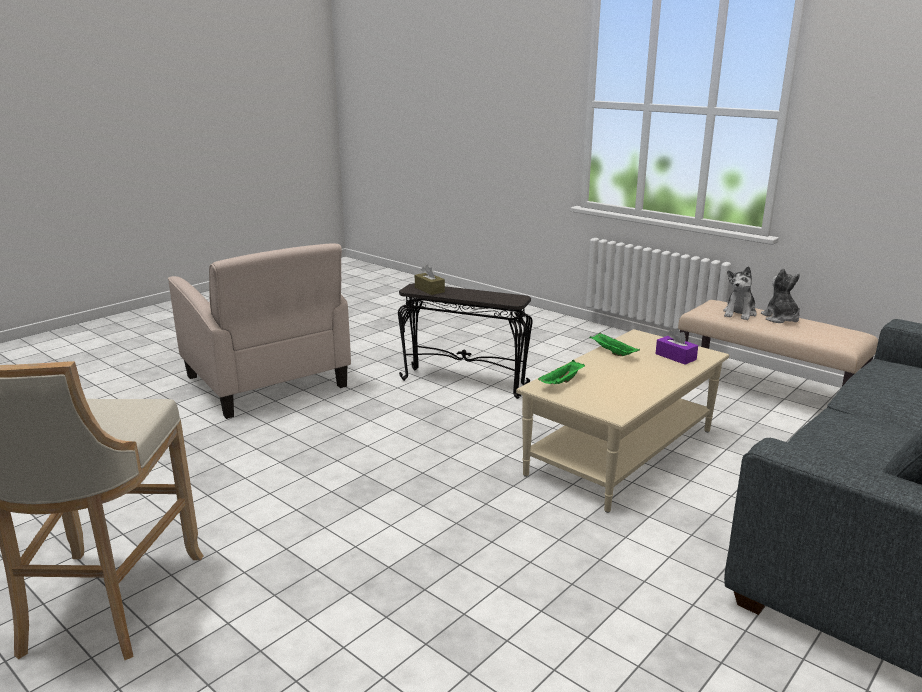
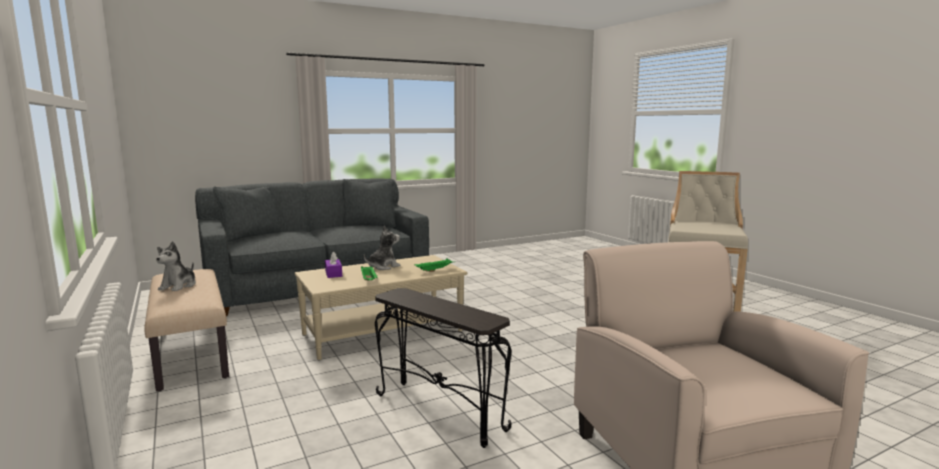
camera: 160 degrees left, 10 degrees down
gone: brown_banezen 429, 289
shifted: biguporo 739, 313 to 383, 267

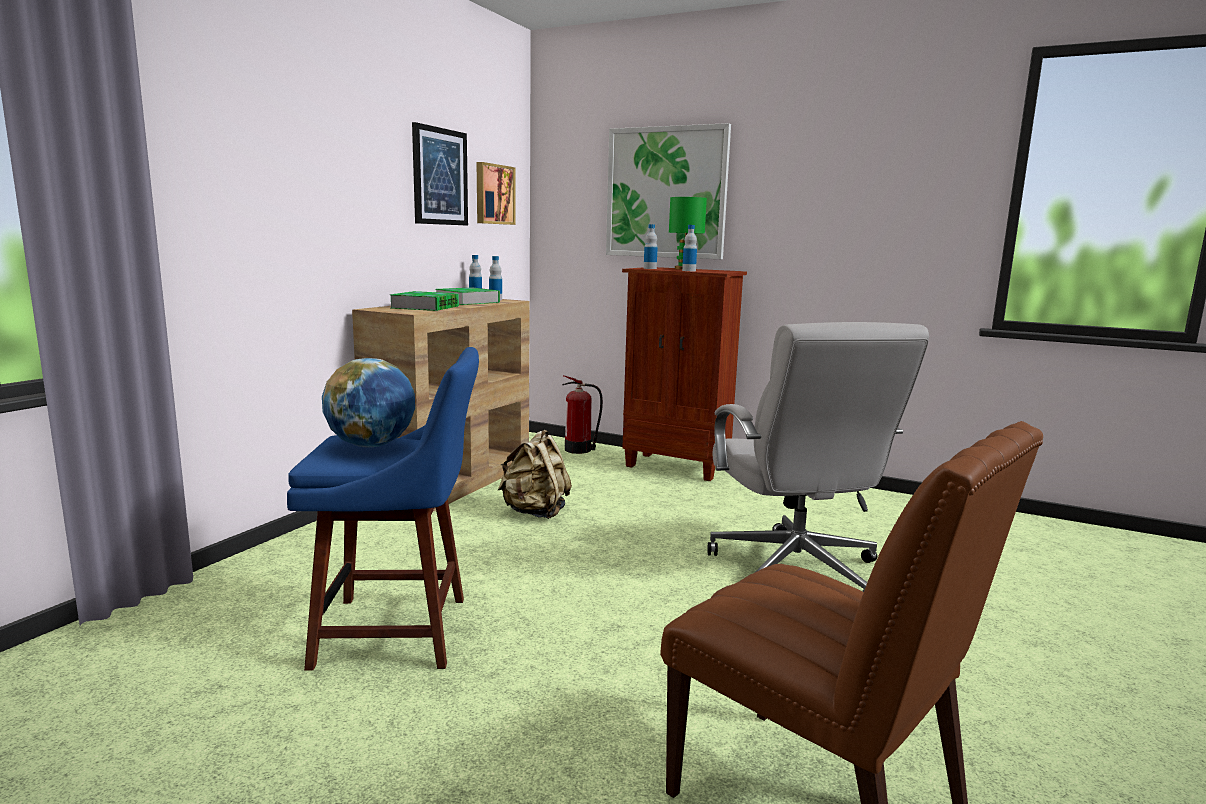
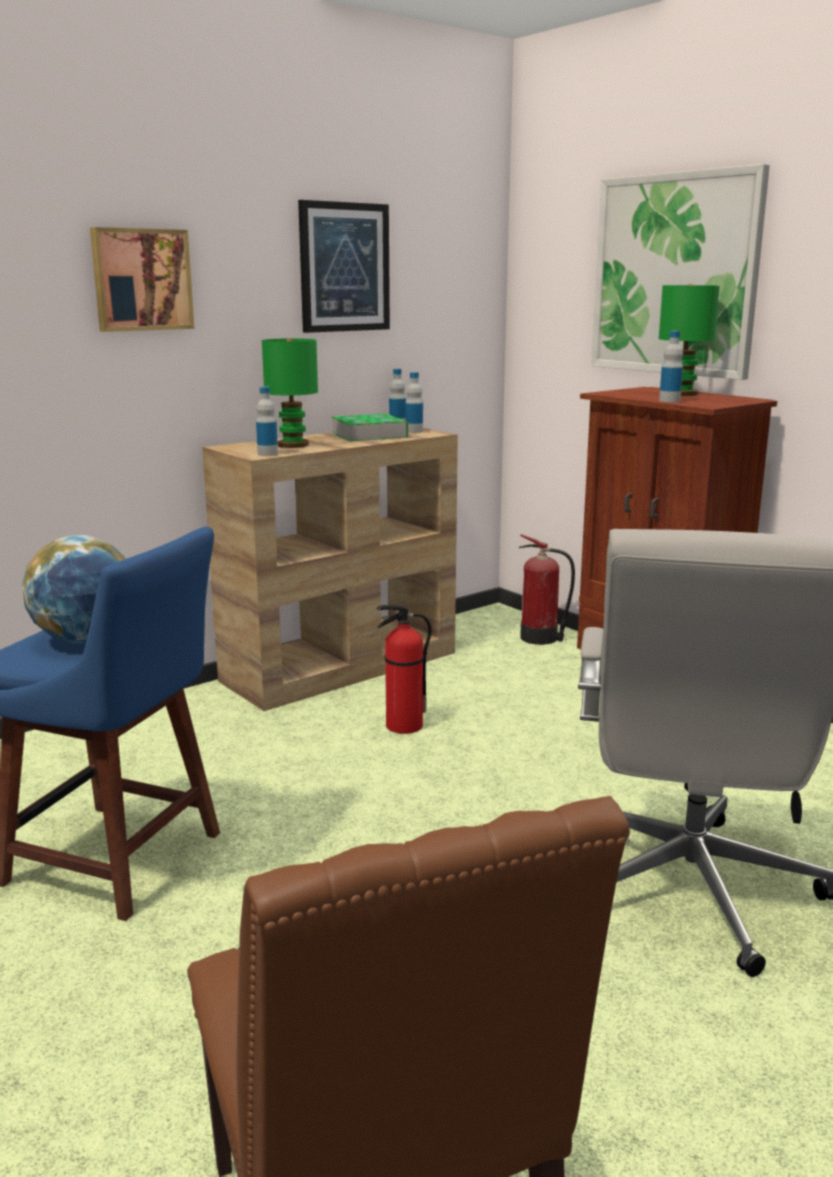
camera: 25 degrees right, 5 degrees up
shifted: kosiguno 493, 194 to 141, 280; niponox 650, 268 to 267, 454
swapped: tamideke 425, 307 to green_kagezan 294, 445; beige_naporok 535, 512 to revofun 403, 726

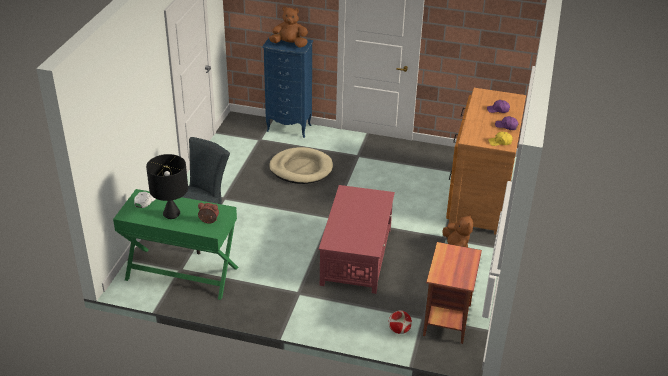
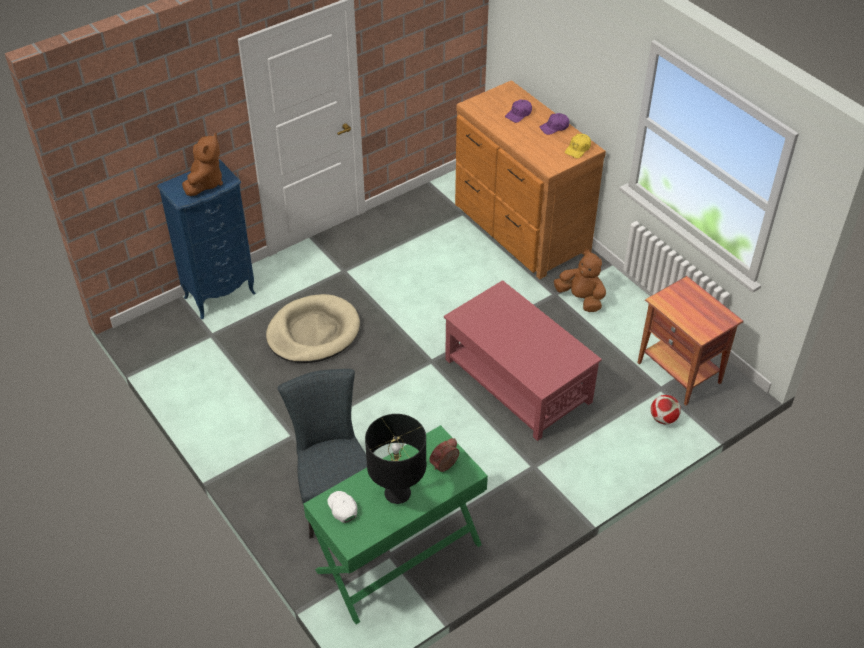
camera: 50 degrees left, 10 degrees up
rotated: brown_biguporo 289, 44 = 205, 183 150 degrees clockwise

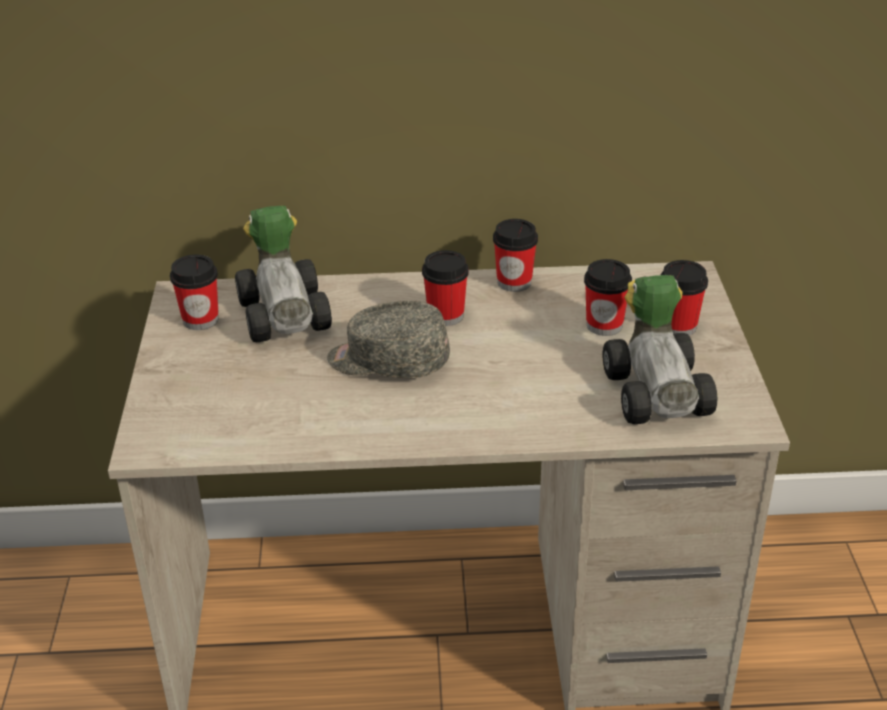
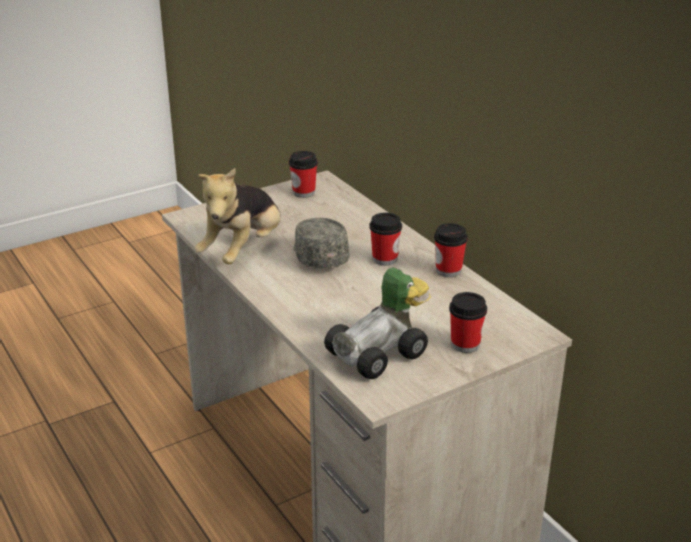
camera: 60 degrees right, 5 degrees down
gone: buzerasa 285, 311; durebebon 604, 325
new: biguporo 243, 250

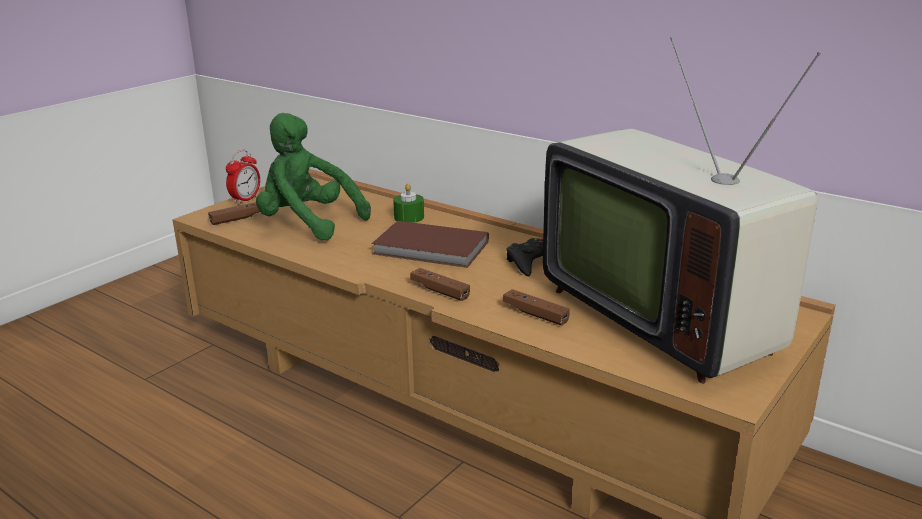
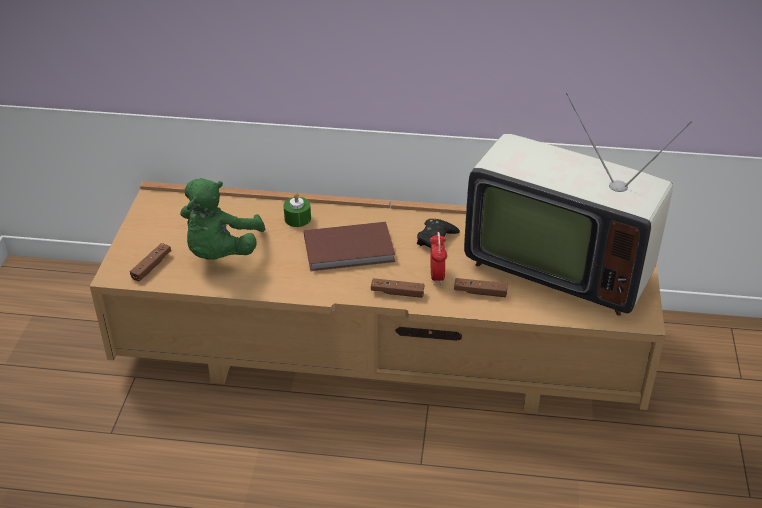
camera: 30 degrees left, 15 degrees up
shifted: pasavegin 245, 199 to 437, 276
rotated: green_biguporo 307, 223 = 220, 253 75 degrees counterclockwise

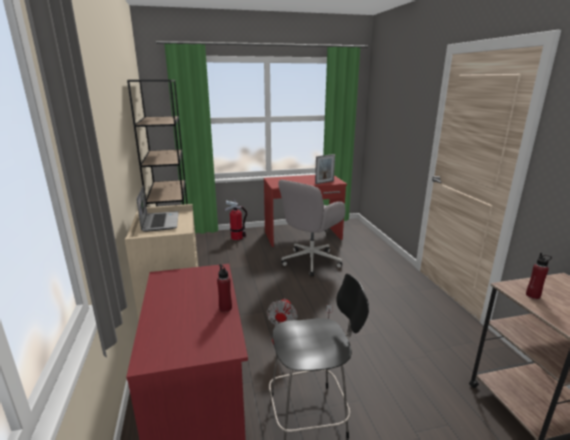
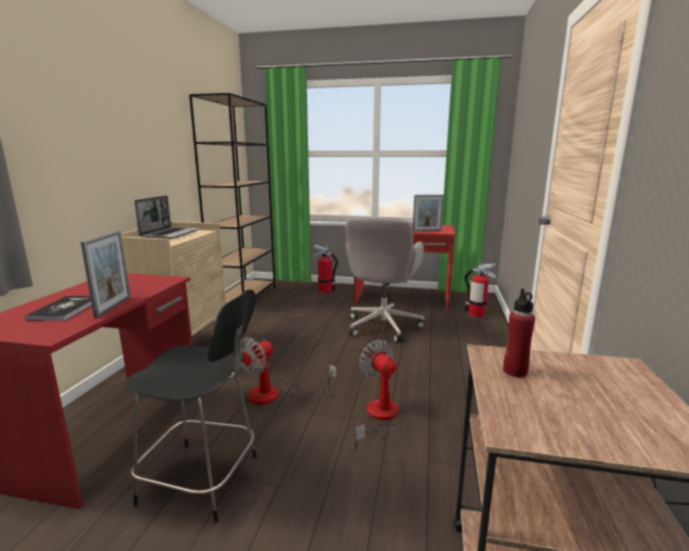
camera: 25 degrees right, 5 degrees down
new: tamideke 65, 309; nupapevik 378, 417; revofun 476, 314
swapped: red_niponox 225, 308 to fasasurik 113, 306
rotated: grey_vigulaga 311, 262 = 382, 326 45 degrees counterclockwise

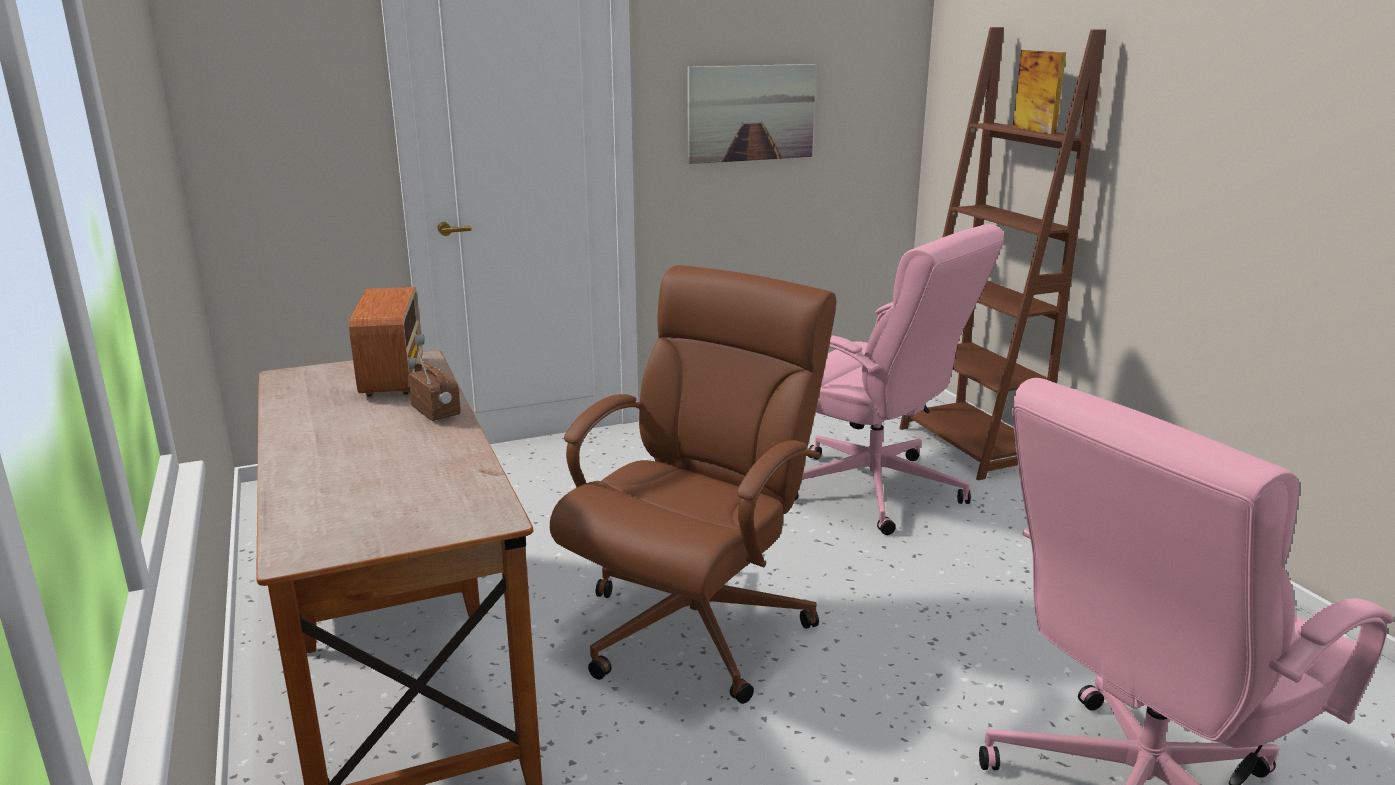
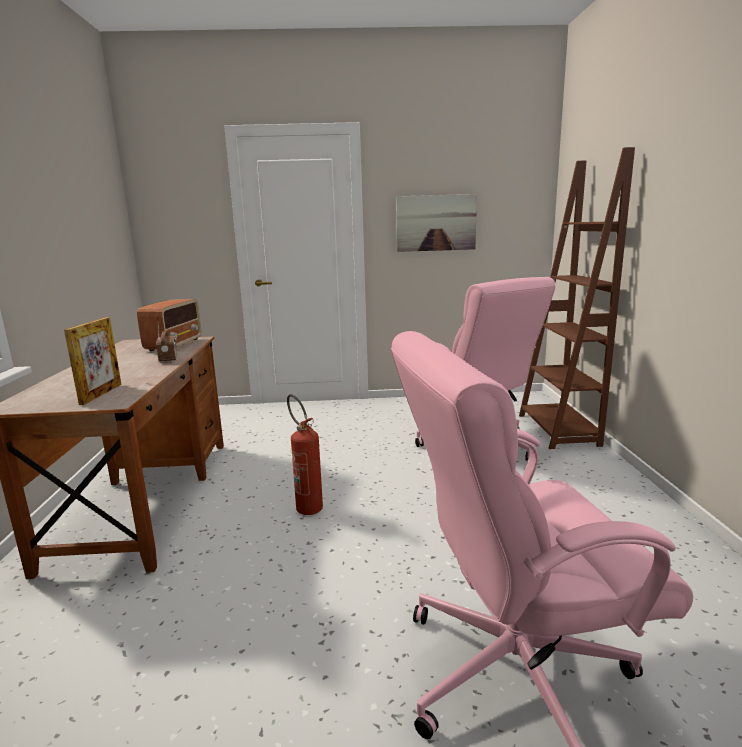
camera: 20 degrees right, 5 degrees down
shifted: fasasurik 1033, 130 to 101, 394
swapped: brown_vigulaga 693, 630 to revofun 306, 505

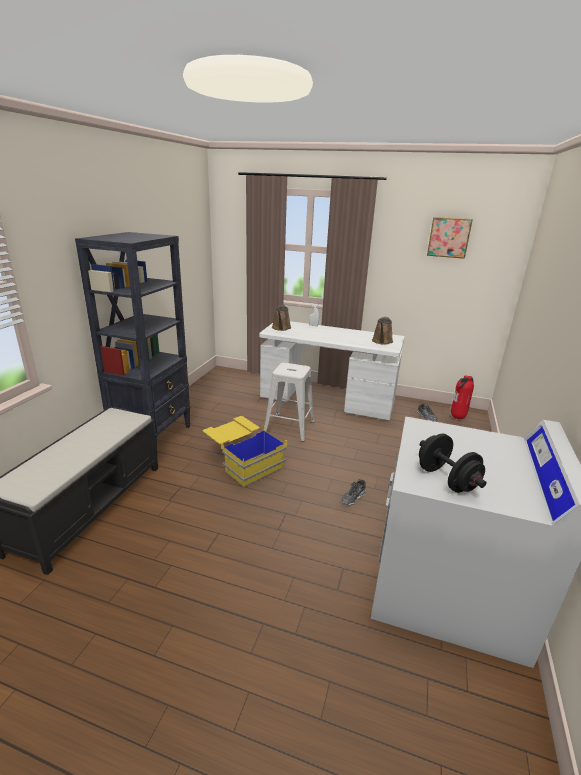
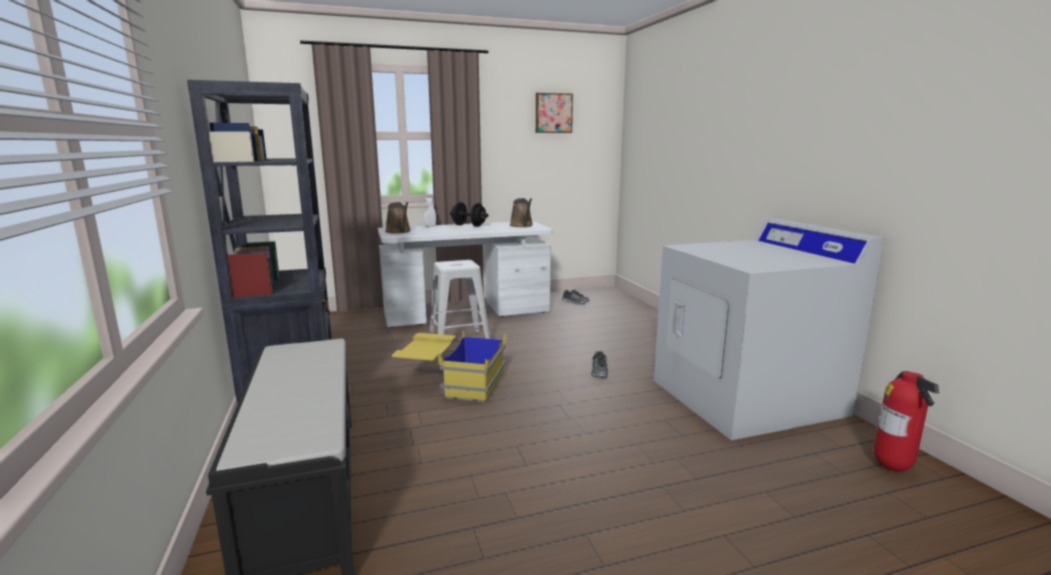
camera: 35 degrees left, 10 degrees down
shifted: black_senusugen 446, 479 to 469, 225; revofun 458, 418 to 893, 468

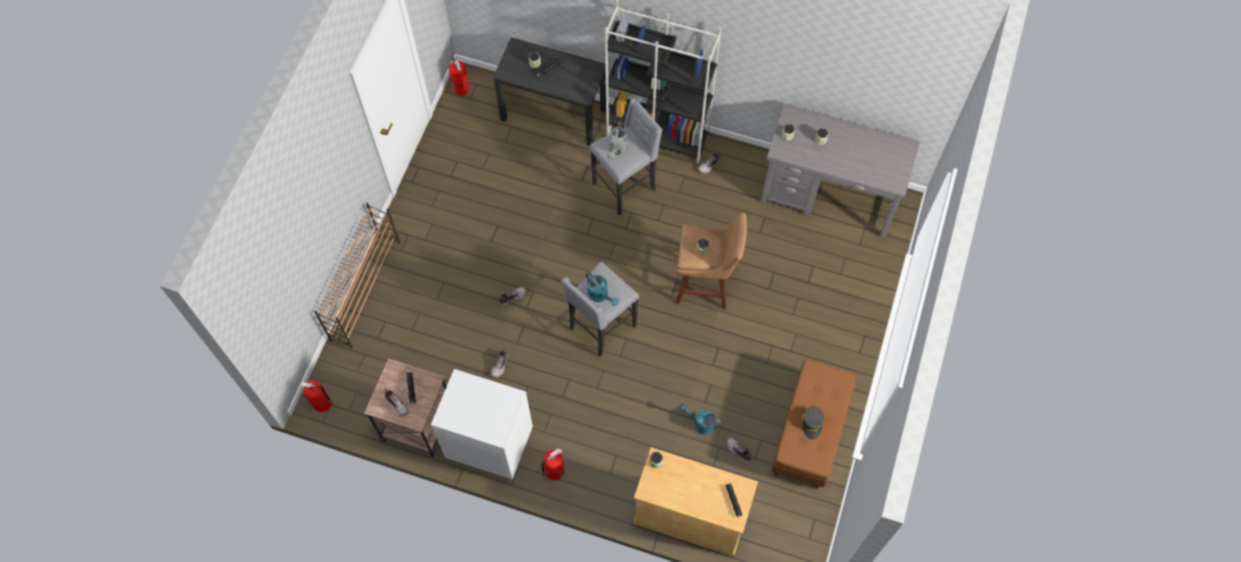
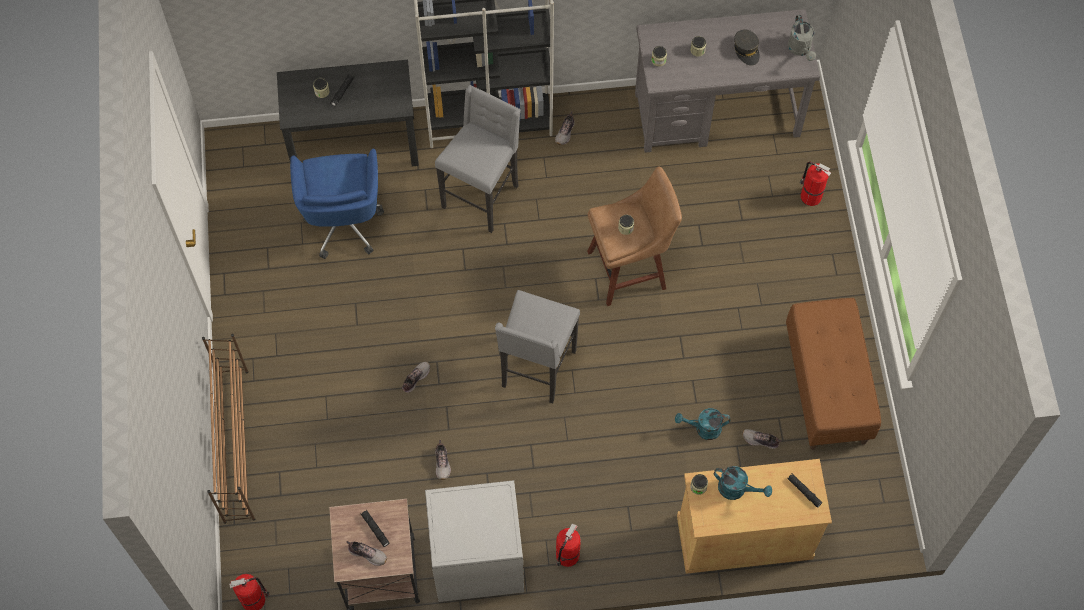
camera: 25 degrees left, 0 degrees up
new: blue_vigulaga 344, 222
shifted: revofun 460, 88 to 810, 196; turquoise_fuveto 600, 295 to 737, 489; grey_fuveto 616, 149 to 801, 49; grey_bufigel 812, 424 to 746, 50
swapped: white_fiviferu 489, 444 to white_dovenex 477, 559

